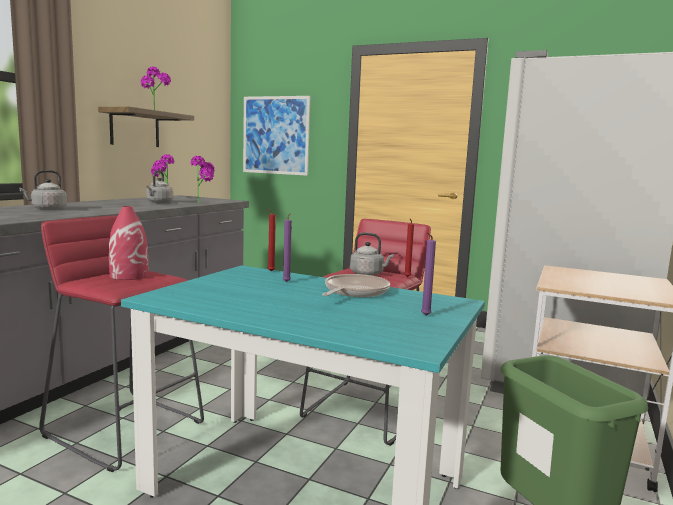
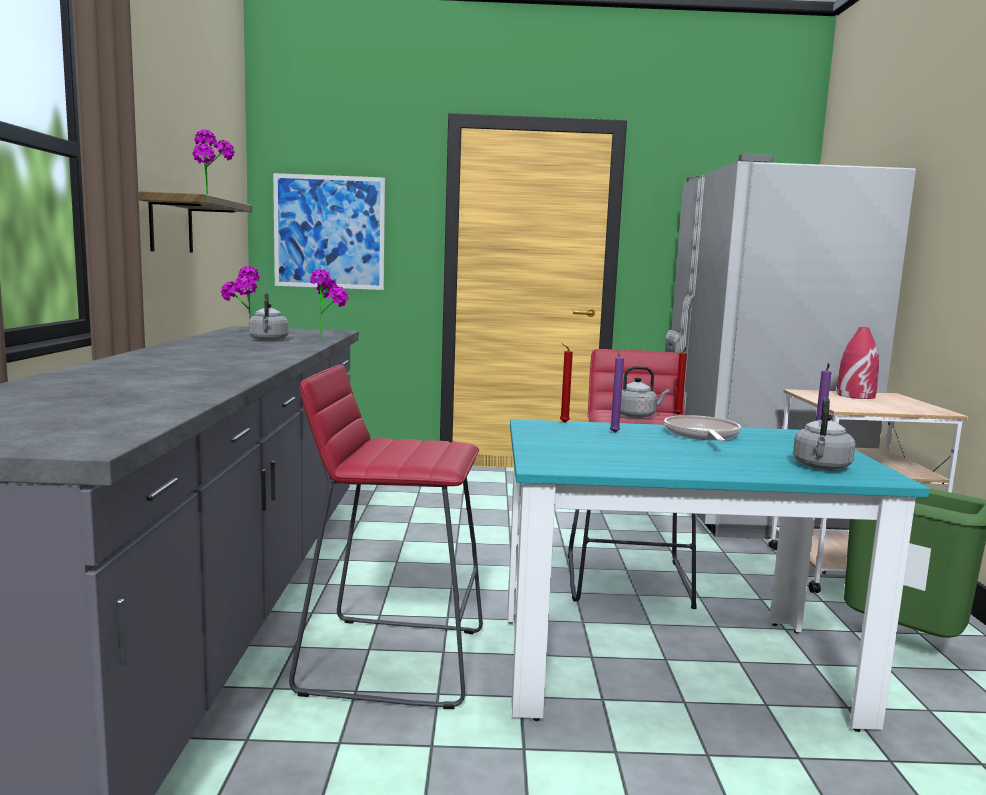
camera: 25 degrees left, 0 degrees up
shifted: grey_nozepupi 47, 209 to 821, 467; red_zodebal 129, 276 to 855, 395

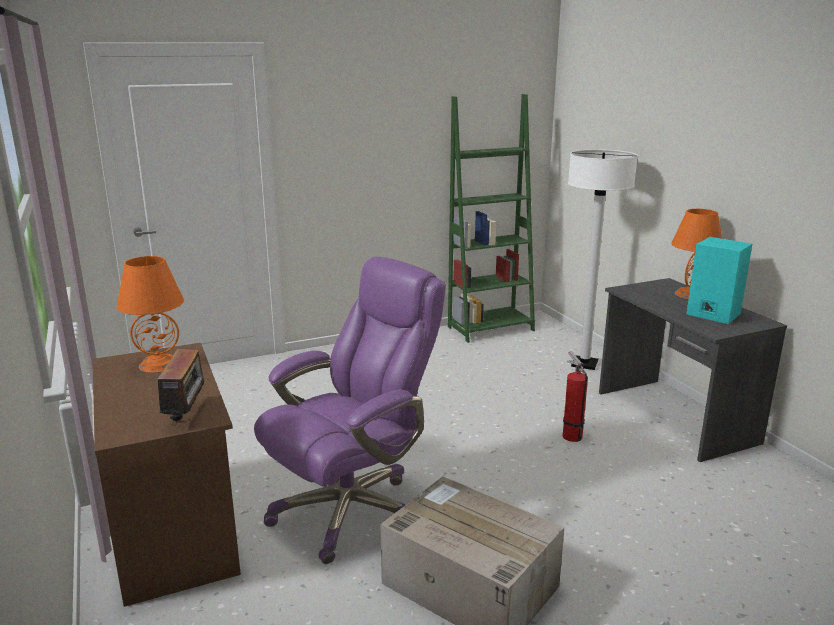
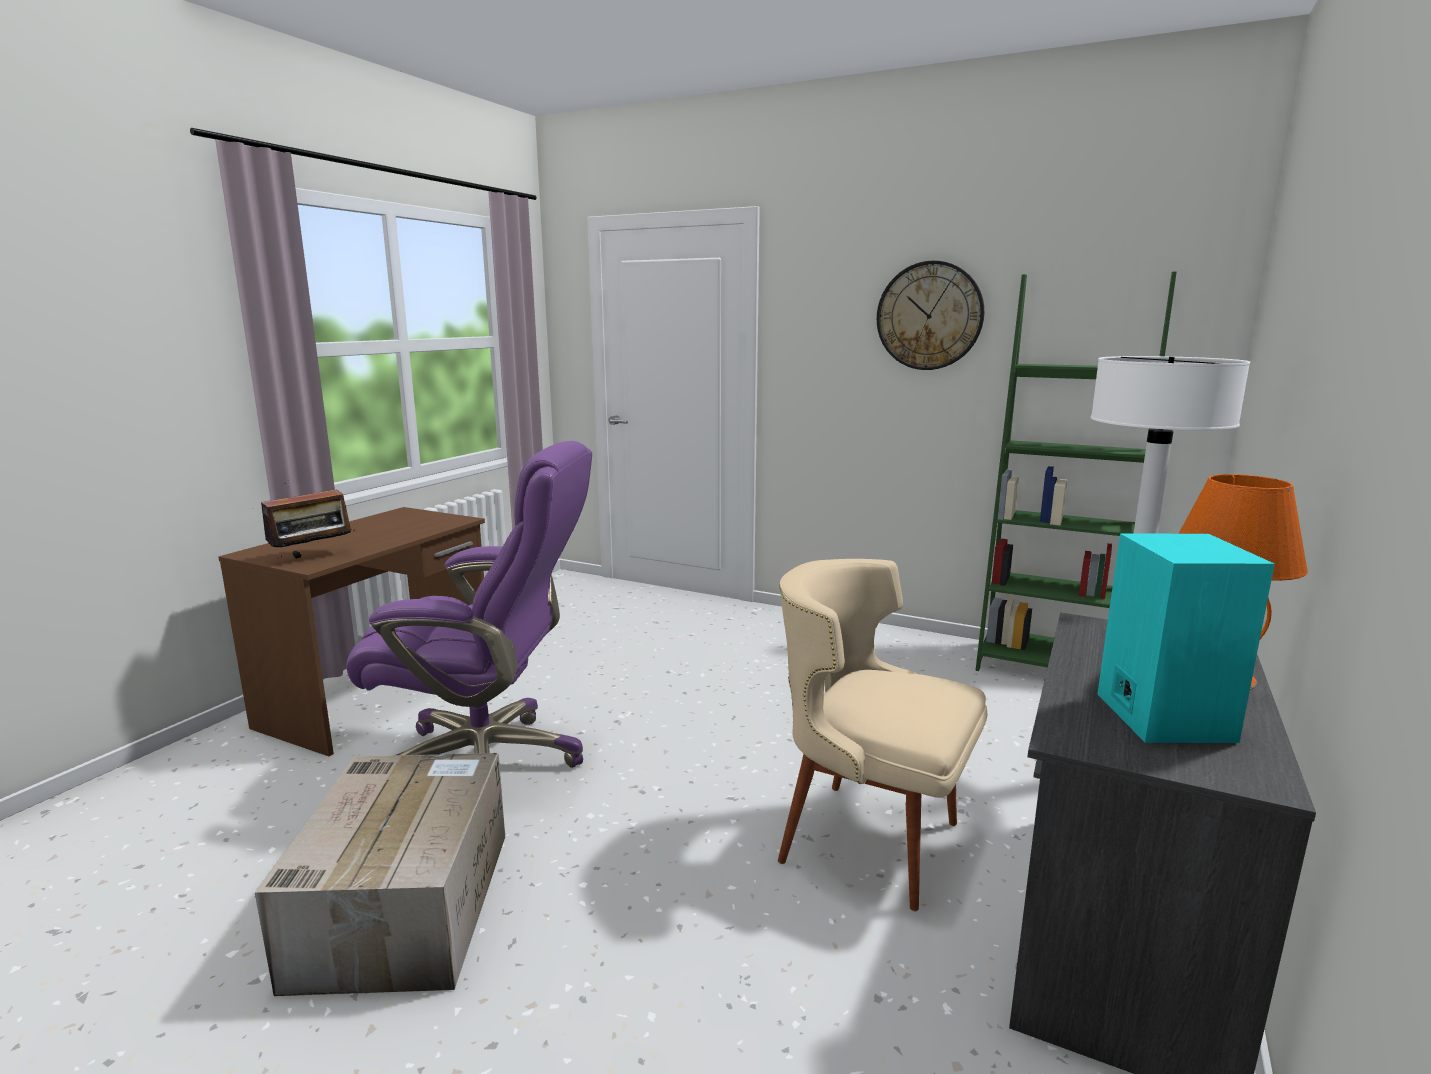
camera: 50 degrees right, 5 degrees down
gone: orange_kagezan 159, 364
new: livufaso 929, 316
swapped: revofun 570, 435 to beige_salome 871, 844

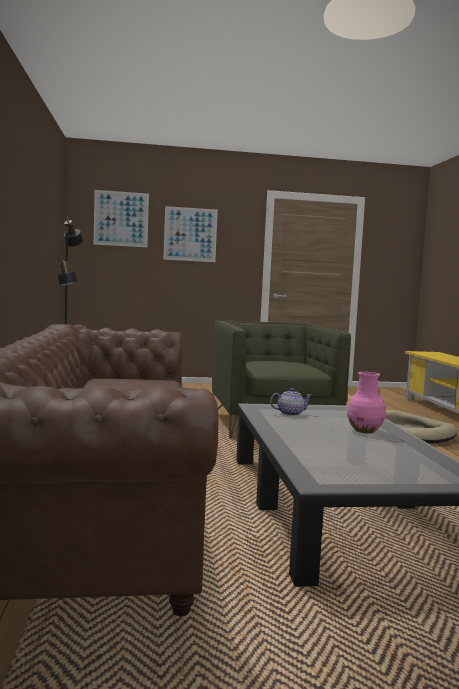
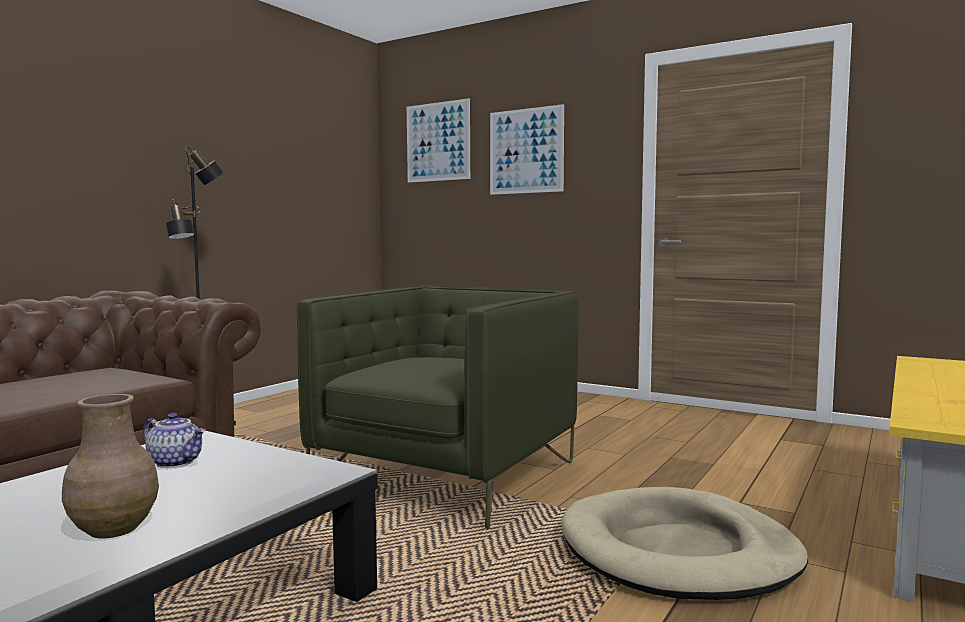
camera: 40 degrees right, 0 degrees up
repainted: pink_zodebal 364, 430 to brown_zodebal 114, 528

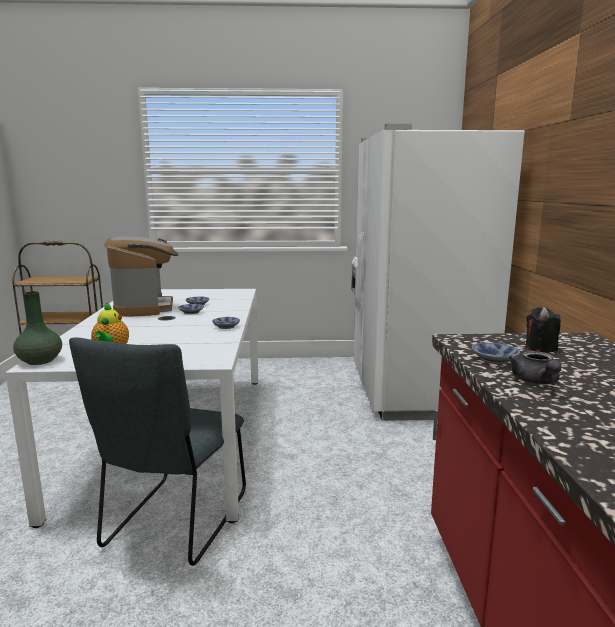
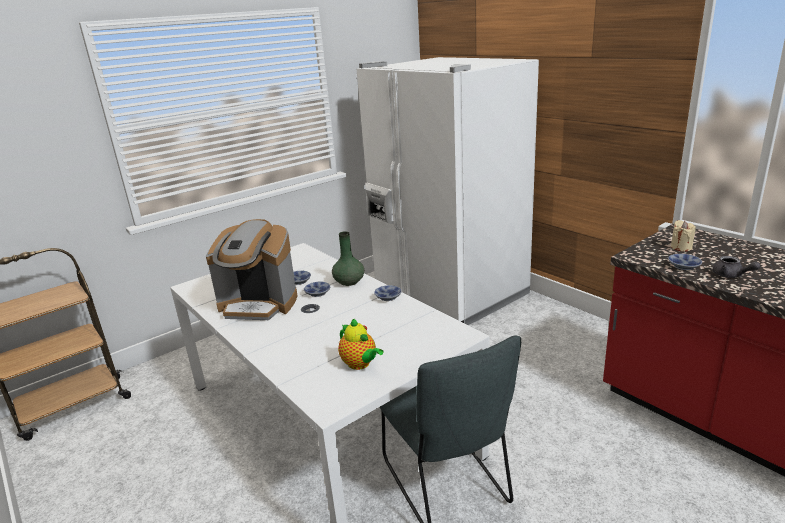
camera: 35 degrees left, 10 degrees up
shifted: green_zodebal 40, 361 to 349, 281
repainted: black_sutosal 540, 348 to beige_sutosal 681, 247
rotated: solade 145, 308 = 259, 305 150 degrees clockwise

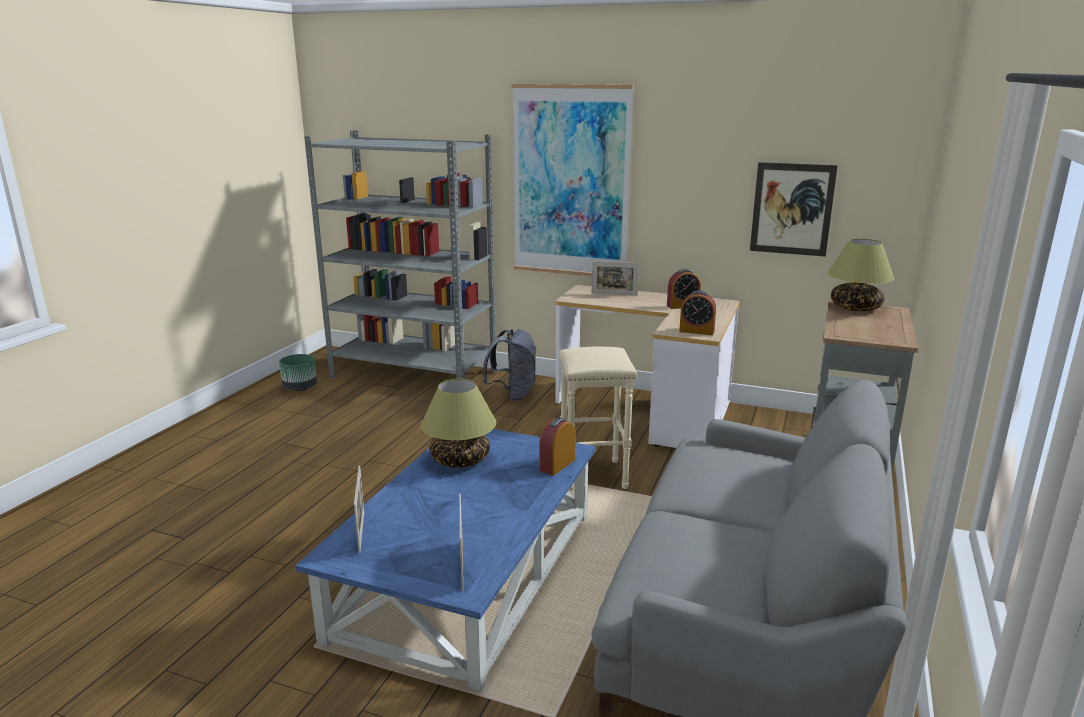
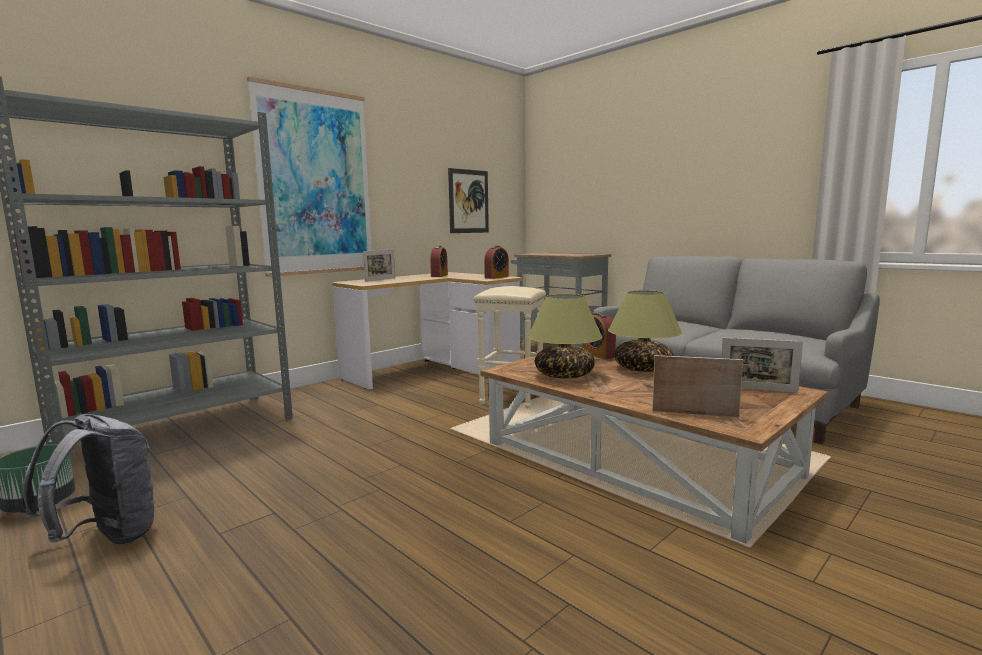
camera: 65 degrees left, 10 degrees down
shifted: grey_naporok 513, 394 to 107, 538; kagezan 855, 308 to 643, 369
repainted: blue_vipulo 469, 574 to brown_vipulo 638, 459

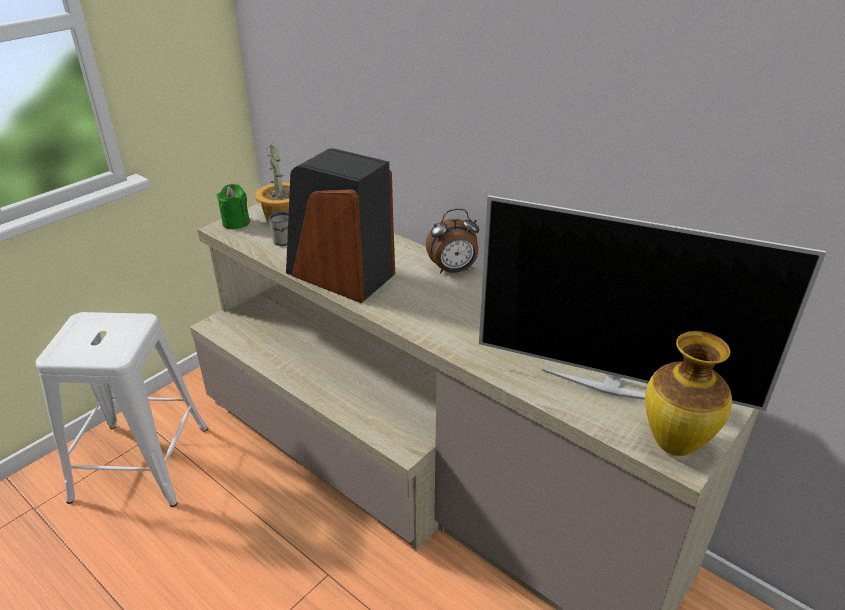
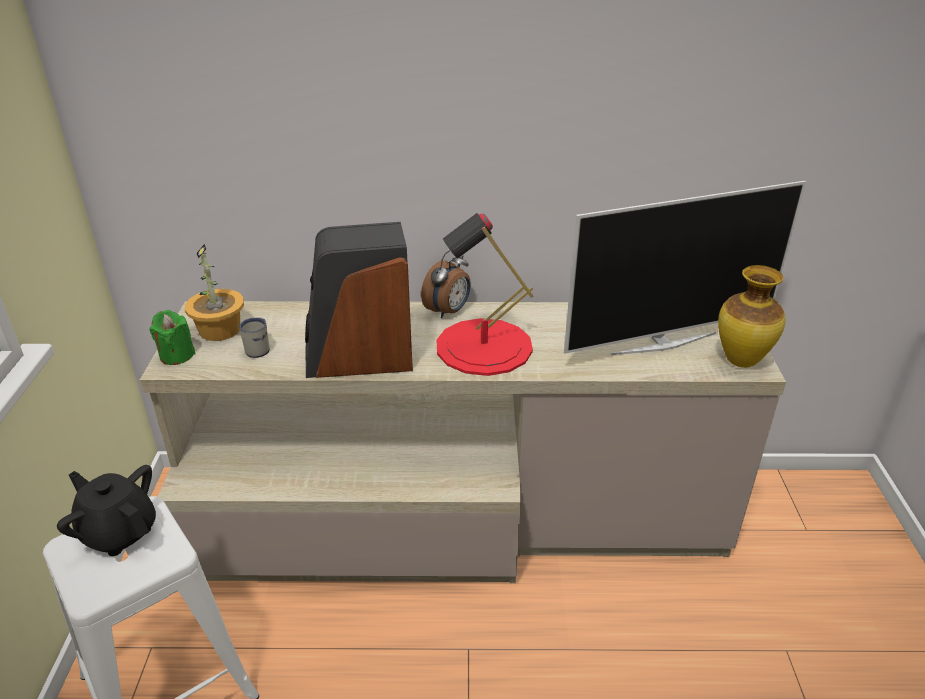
camera: 40 degrees left, 0 degrees up
new: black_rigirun 119, 532; red_kagezan 484, 347

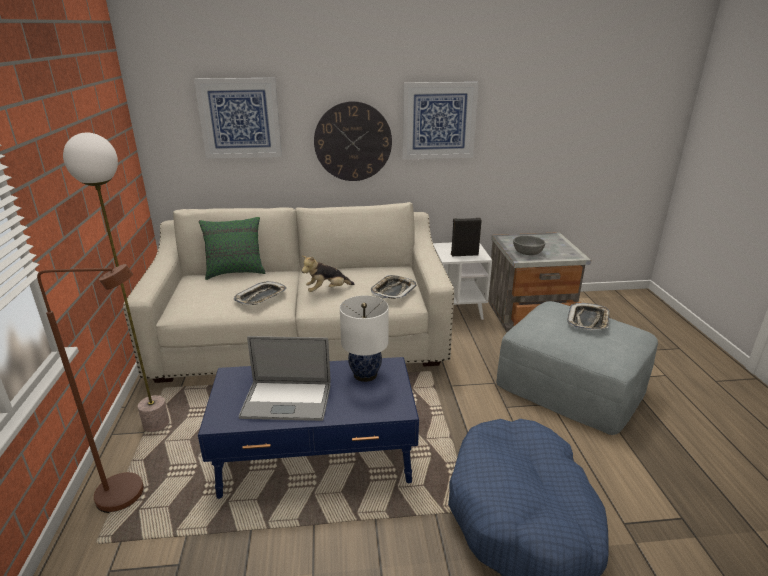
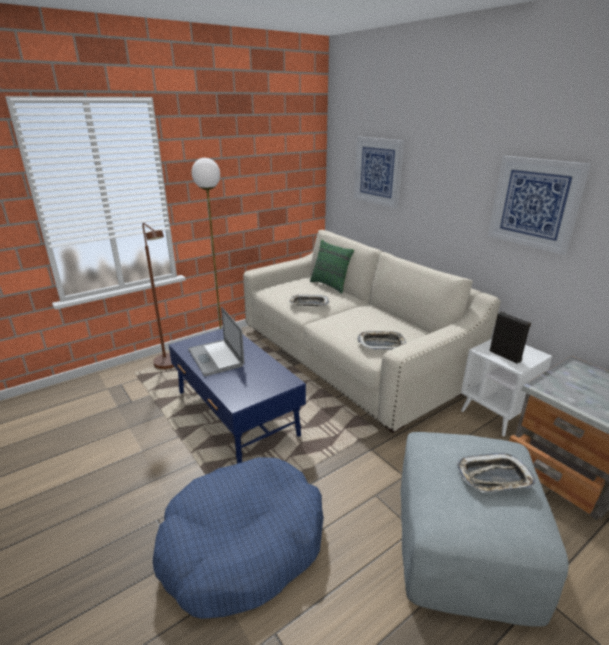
camera: 60 degrees right, 0 degrees up
gone: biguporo 327, 290; livufaso 353, 142; white_kagezan 365, 374; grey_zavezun 527, 252

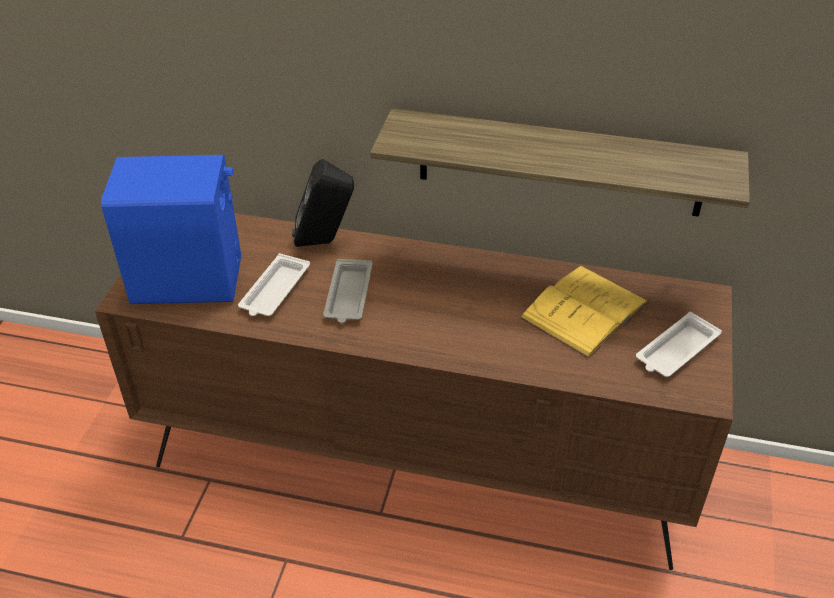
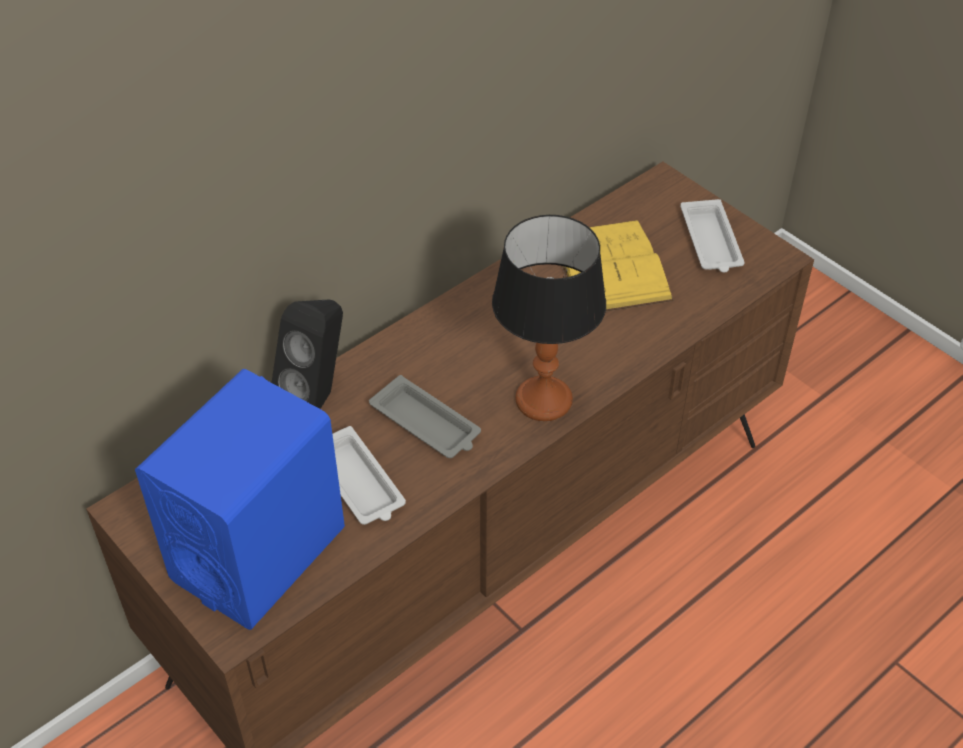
camera: 55 degrees left, 5 degrees up
gone: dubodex 560, 163
new: kagezan 544, 399

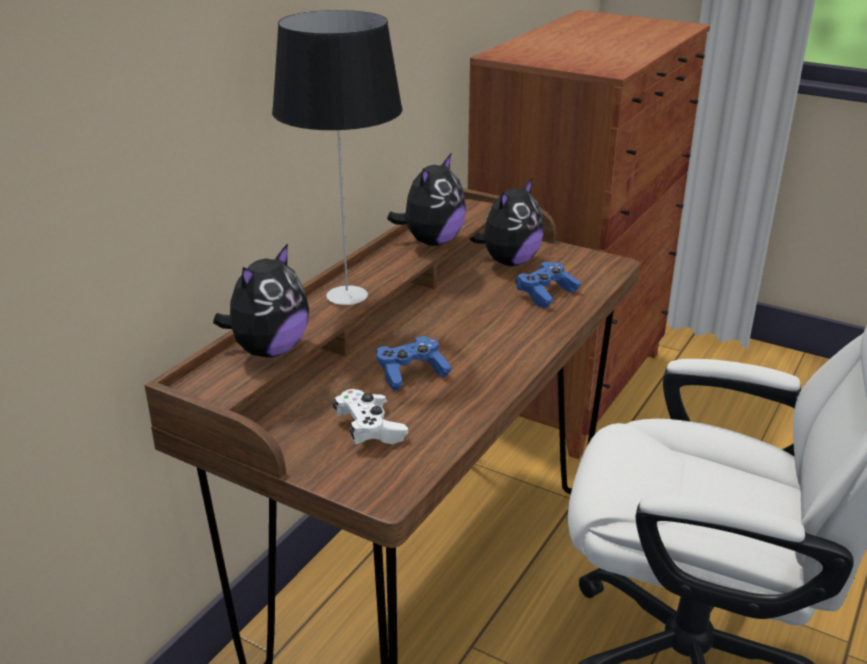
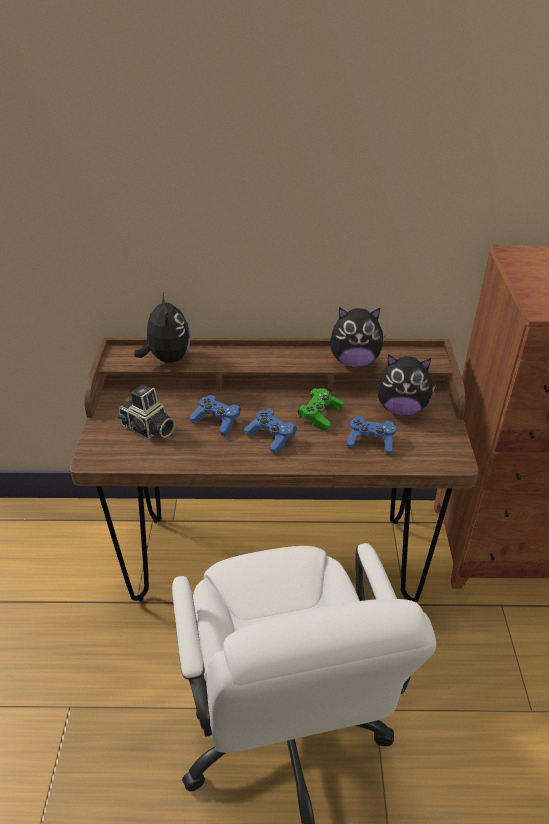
camera: 60 degrees right, 10 degrees up
gone: kagezan 345, 295
new: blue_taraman 271, 437; green_taraman 320, 415
swapped: white_taraman 370, 429 to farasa 148, 429
rotated: biguporo 269, 350 = 167, 358 105 degrees counterclockwise

